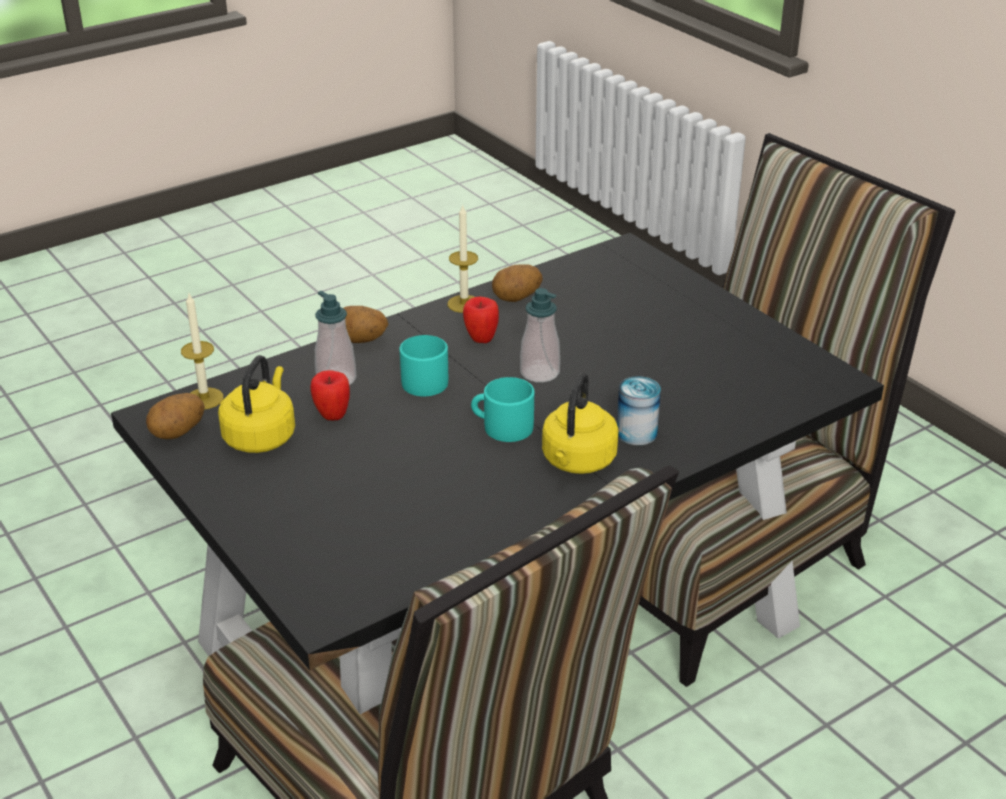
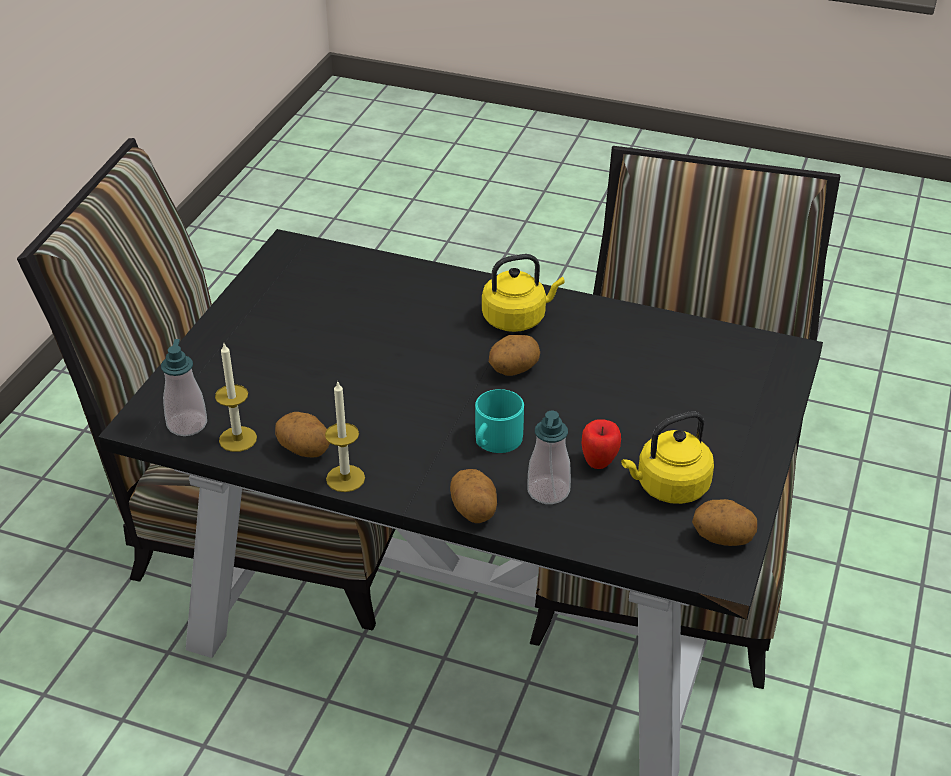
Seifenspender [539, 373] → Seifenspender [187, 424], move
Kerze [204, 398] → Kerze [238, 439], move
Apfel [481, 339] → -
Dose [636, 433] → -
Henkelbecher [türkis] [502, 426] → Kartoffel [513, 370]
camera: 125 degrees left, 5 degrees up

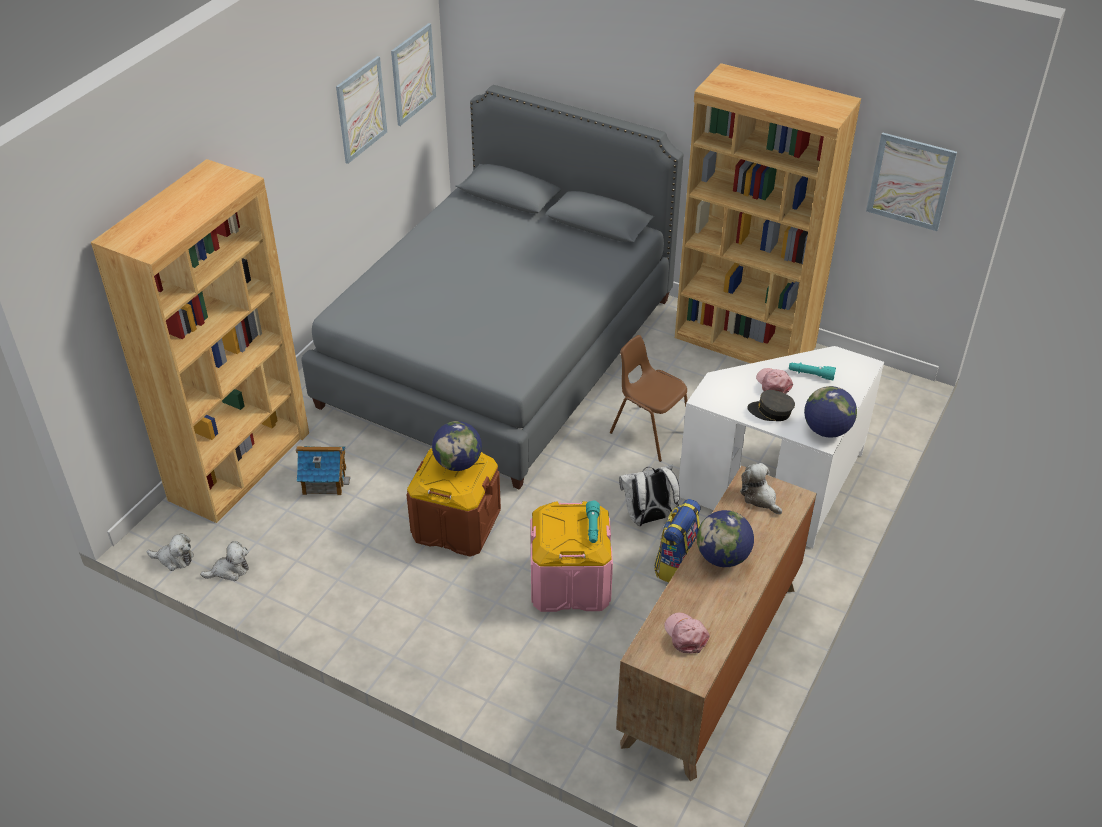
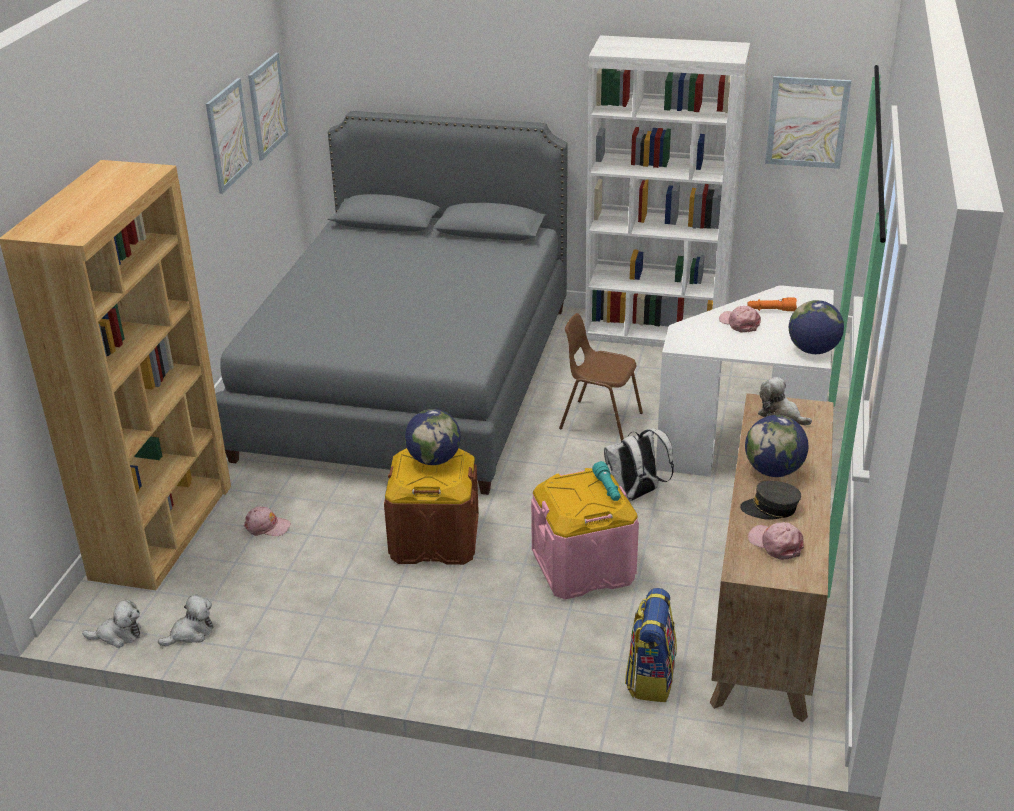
Bücherregal [braun] [744, 343] → Bücherregal [weiß] [656, 333]
Taschenlampe [türkis] [810, 374] → Taschenlampe [orange] [771, 310]
Kappe [grau] [770, 412] → Kappe [grau] [770, 508], move
Spielzeughaus [324, 480] → Kappe [rosa] [267, 526]
Rucksack [676, 564] → Rucksack [650, 678], move
camera: 15 degrees left, 10 degrees down

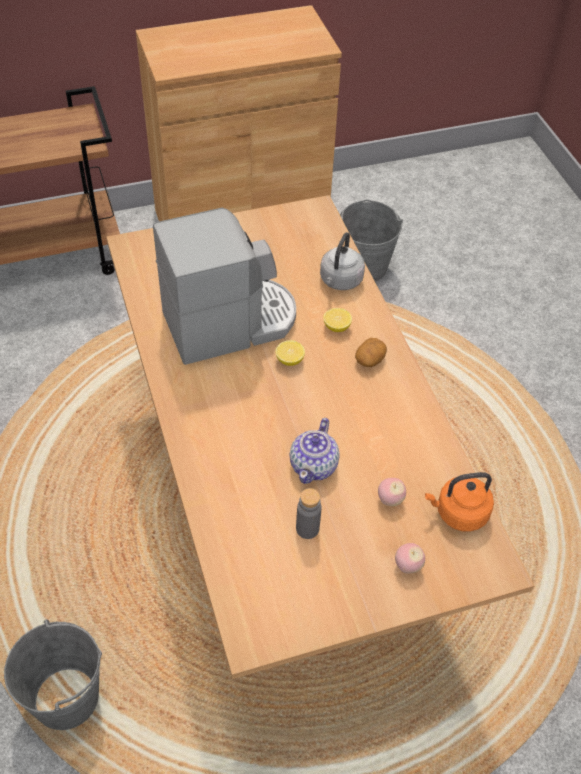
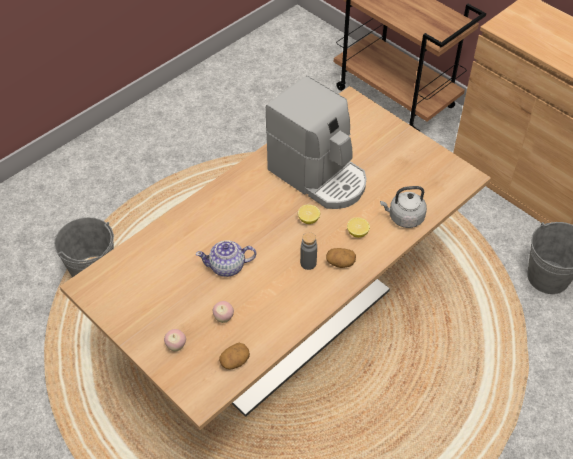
Wasserkessel [orange] [458, 513] → Kartoffel [235, 361]
Flasche [grau] [307, 529] → Flasche [grau] [308, 263], move
camera: 65 degrees right, 0 degrees up

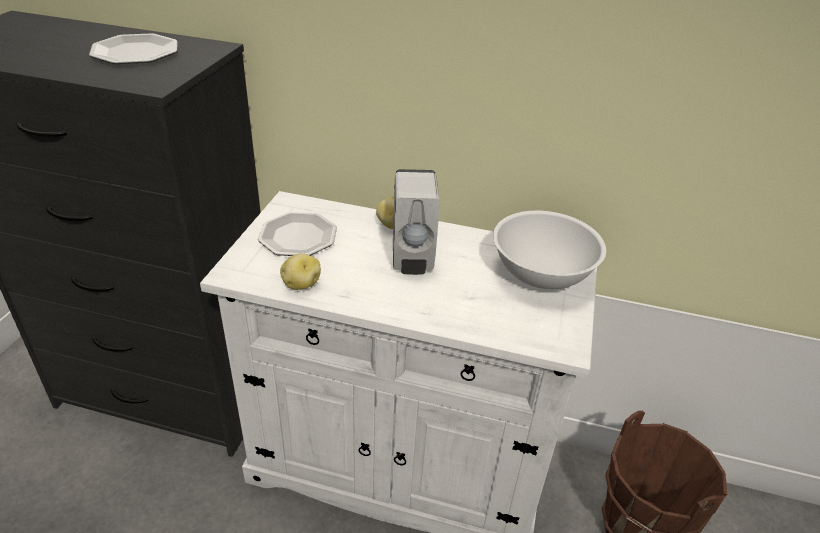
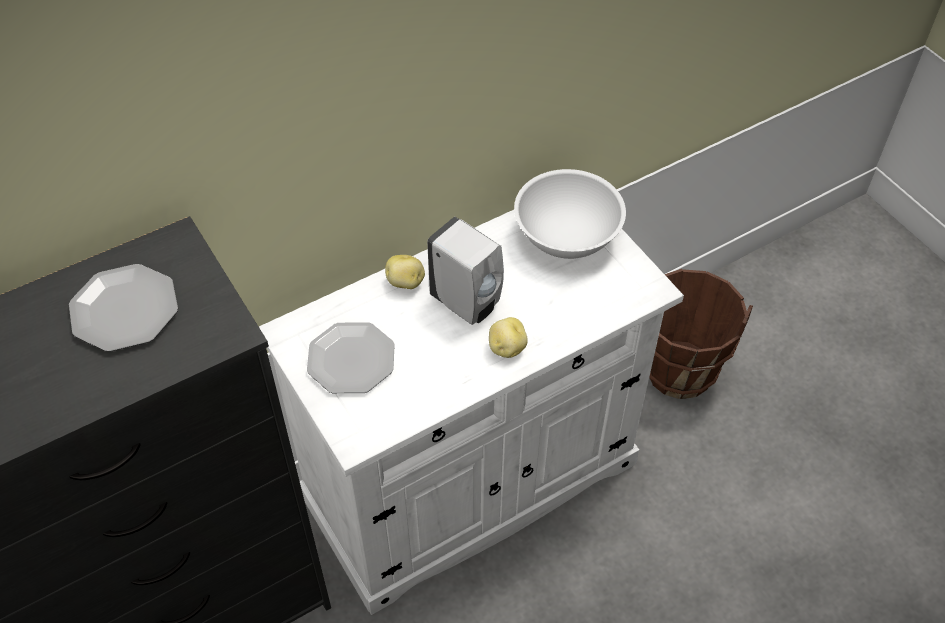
Kartoffel [301, 284] → Kartoffel [506, 348], move
camera: 45 degrees left, 15 degrees up

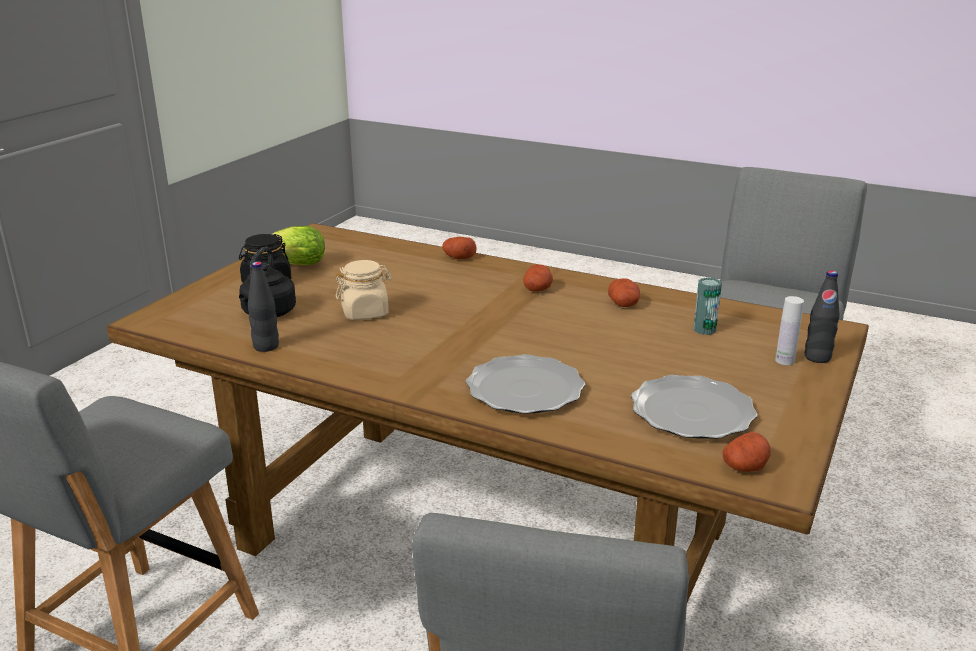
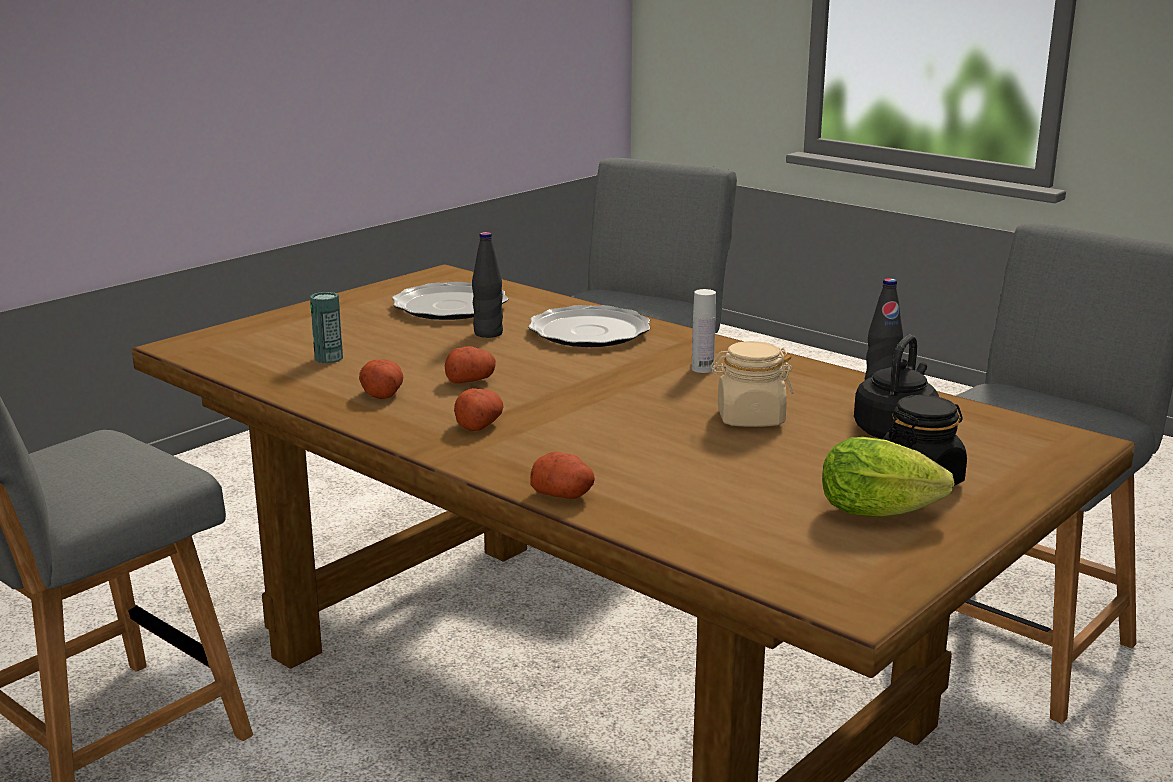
Flasche [schwarz] [817, 357] → Flasche [schwarz] [488, 333], move
Flasche [weiß] [784, 361] → Flasche [weiß] [702, 369], move
Kartoffel [745, 467] → Kartoffel [470, 380], move
camera: 165 degrees left, 5 degrees down

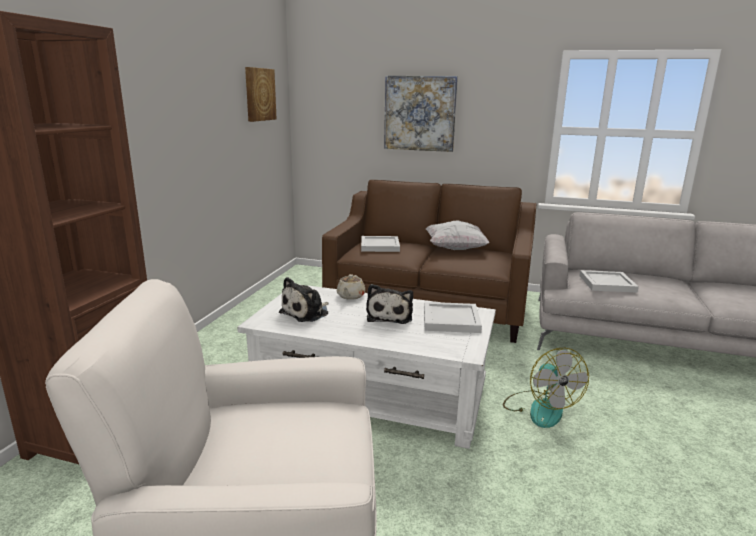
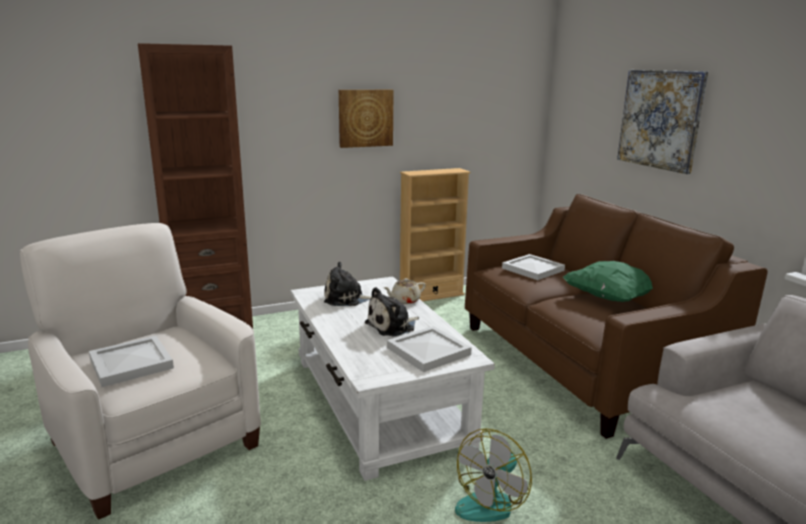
Bild [259, 94] → Bild [365, 118], move
Kissen [weiß] [455, 249] → Kissen [grün] [610, 298]
Tablett [weiß] [606, 283] → Tablett [weiß] [132, 363], move
- → Bücherregal [beige] [431, 295]
camera: 50 degrees right, 0 degrees up

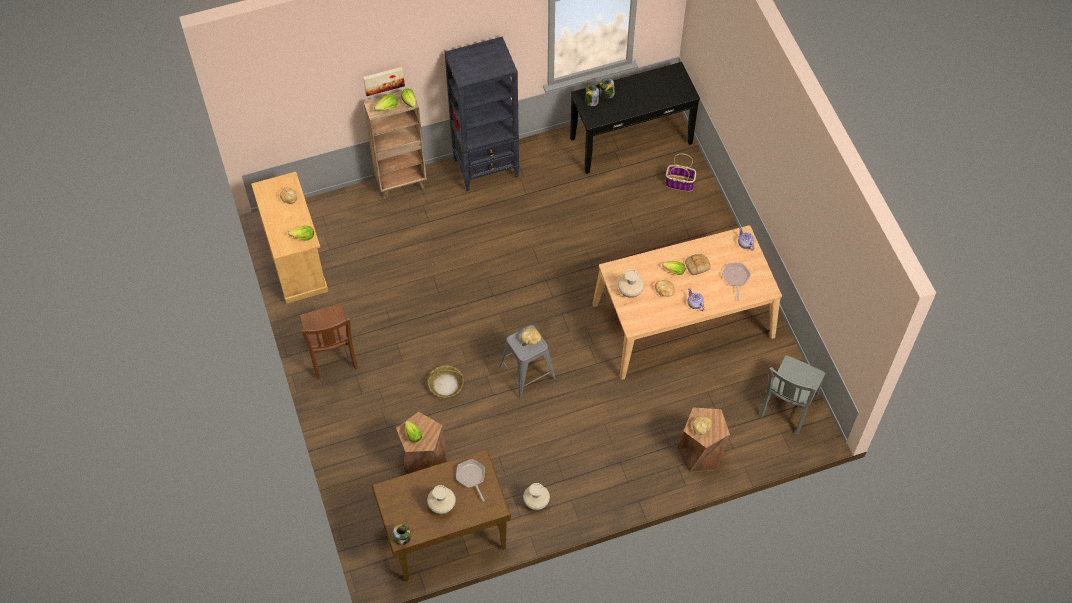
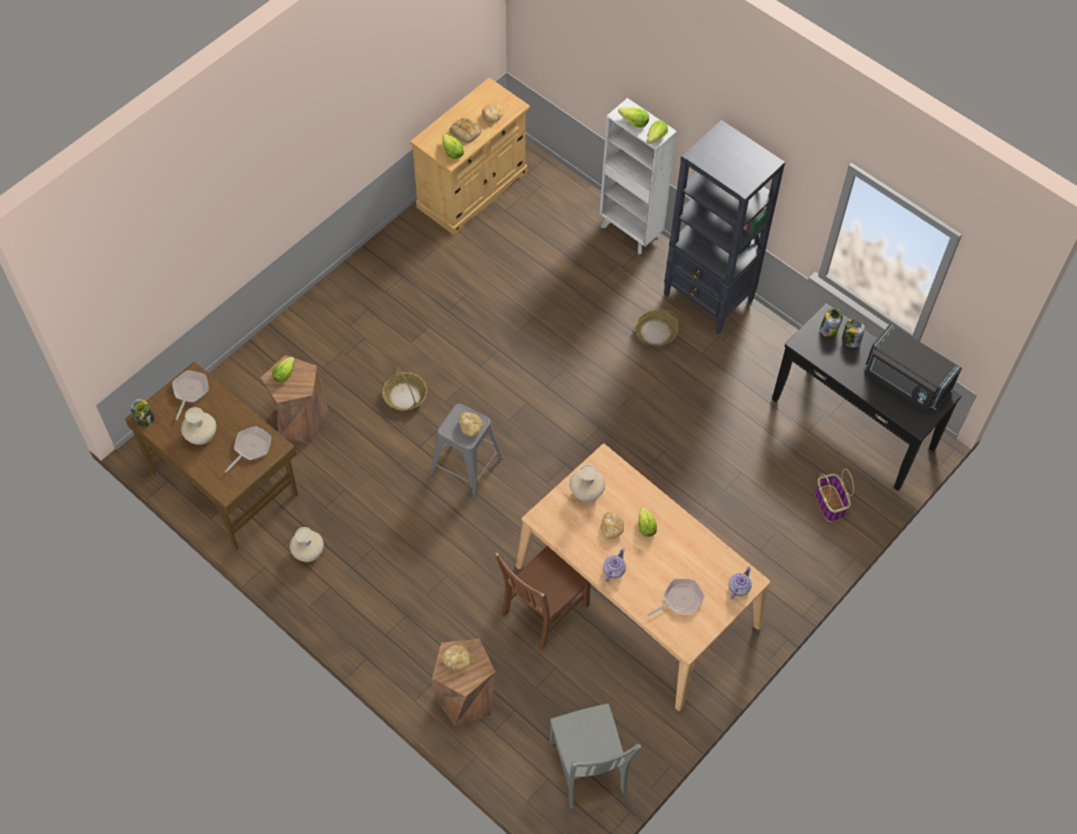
Bild [383, 80] → -
Bücherregal [braun] [402, 184] → Bücherregal [weiß] [630, 232]
Brot [697, 265] → Brot [466, 132], move
Stuhl [braun] [332, 354] → Stuhl [braun] [542, 611], move
Stuhl [grau] [787, 407] → Stuhl [grau] [588, 769], 105 degrees counterclockwise
- → Korb [655, 332]
- → Mikrowelle [schwarz] [905, 381]
- → Pfanne [190, 391]
camera: 60 degrees right, 0 degrees up

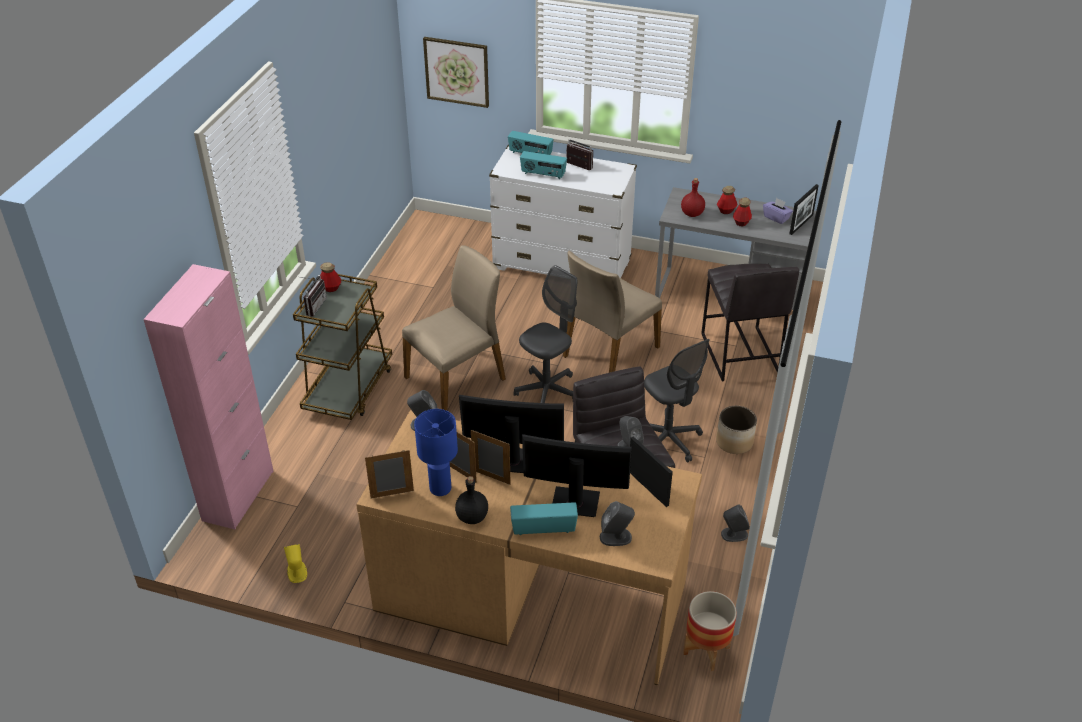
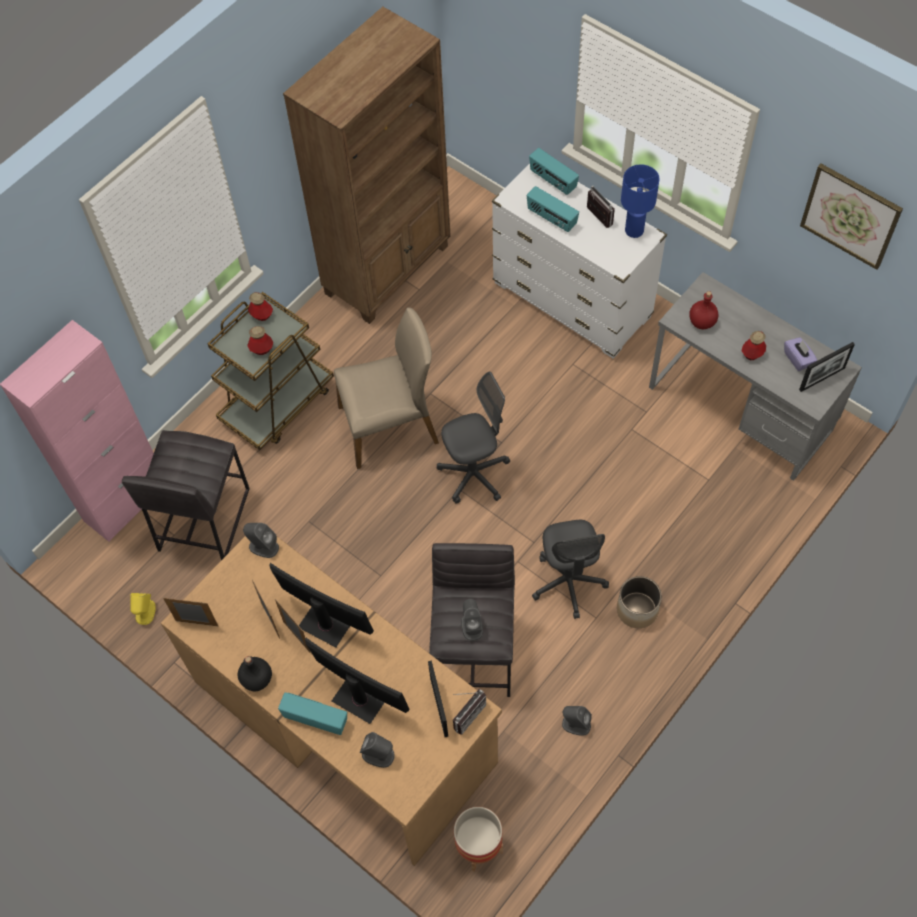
Bild [457, 71] → Bild [850, 215], move
Flasche [726, 211] → Flasche [261, 349], move
Stuhl [beige] [609, 351] → -
Hocker [grau] [739, 354] → Hocker [grau] [202, 520], move
Radio [313, 306] → Radio [466, 713], move
Tischlampe [blau] [439, 488] → Tischlampe [blau] [633, 230], move
- → Bücherregal [braun] [388, 269]
camera: 25 degrees right, 20 degrees up

